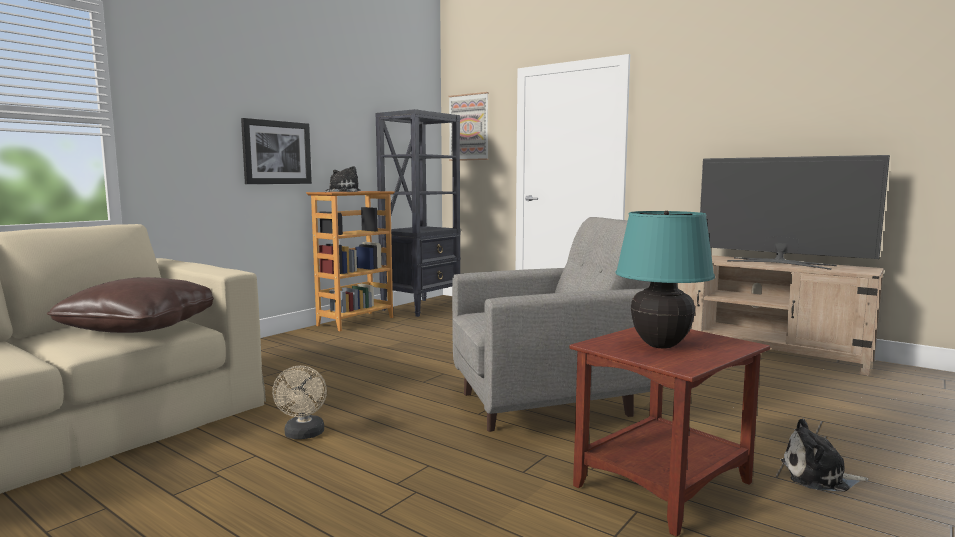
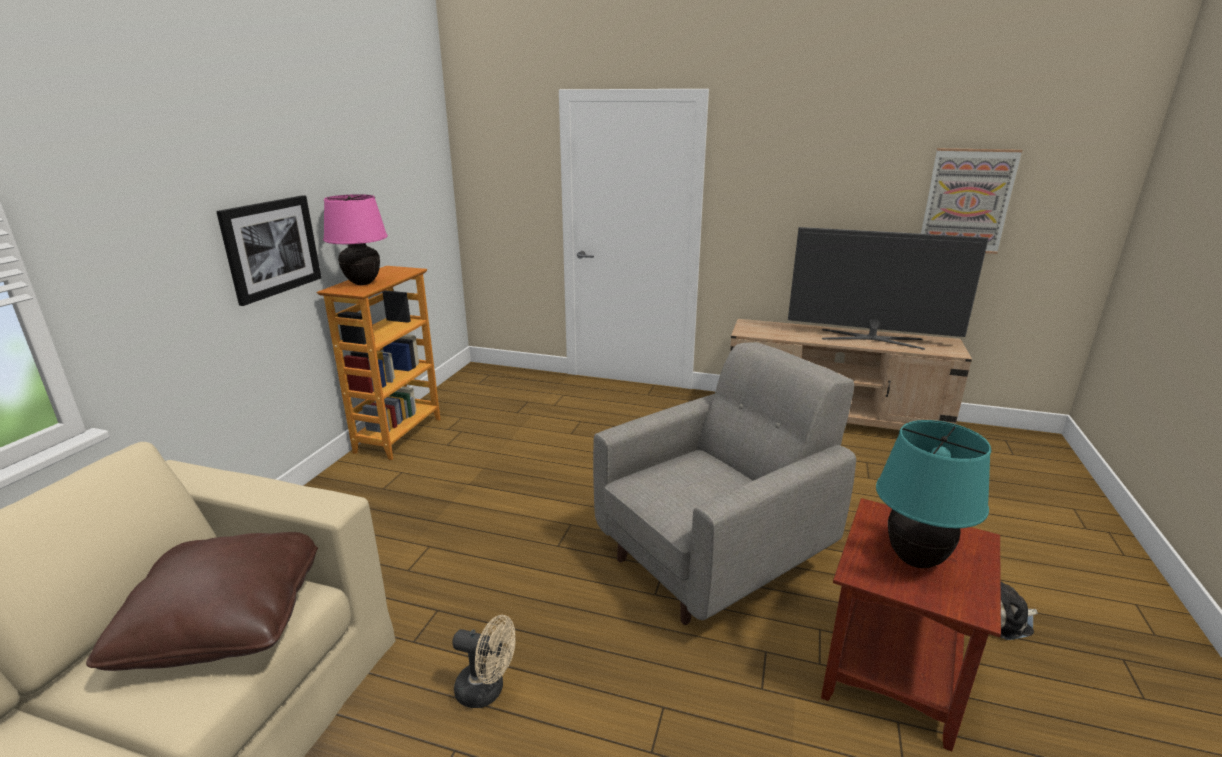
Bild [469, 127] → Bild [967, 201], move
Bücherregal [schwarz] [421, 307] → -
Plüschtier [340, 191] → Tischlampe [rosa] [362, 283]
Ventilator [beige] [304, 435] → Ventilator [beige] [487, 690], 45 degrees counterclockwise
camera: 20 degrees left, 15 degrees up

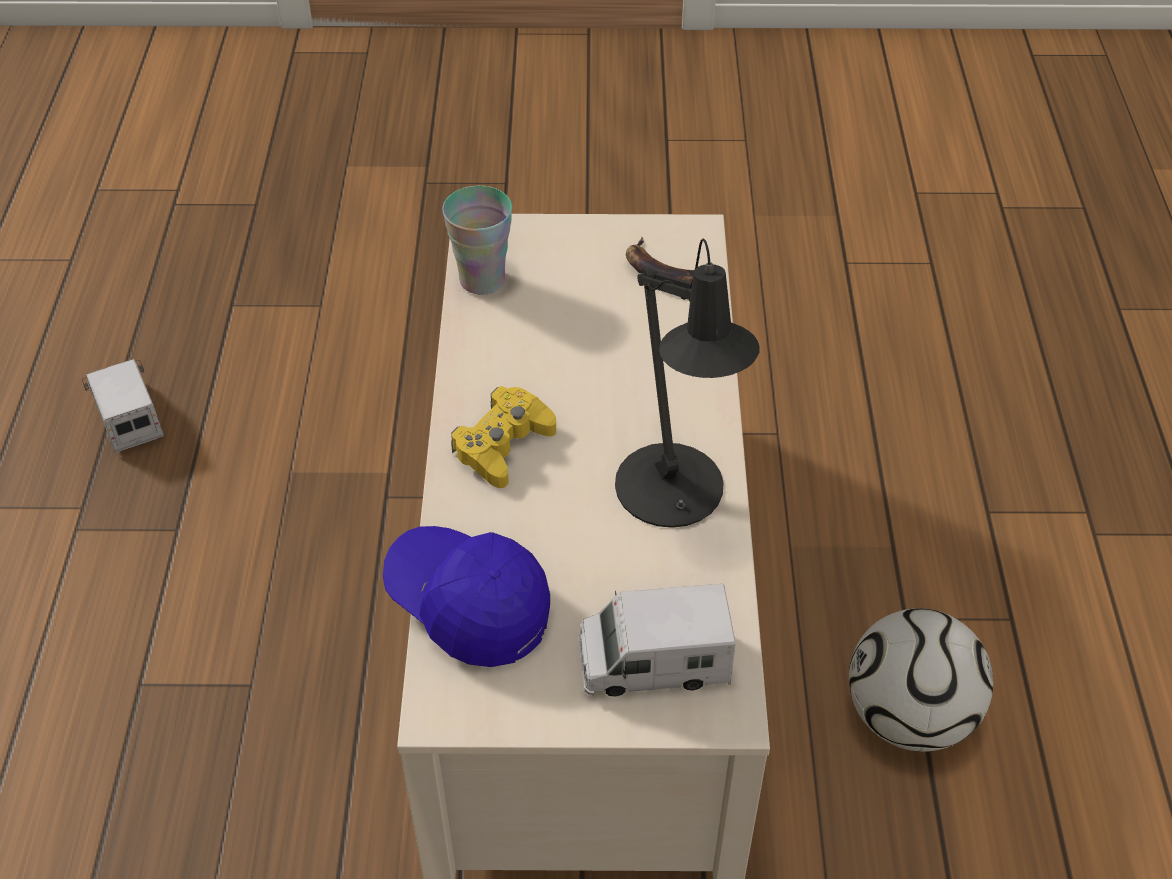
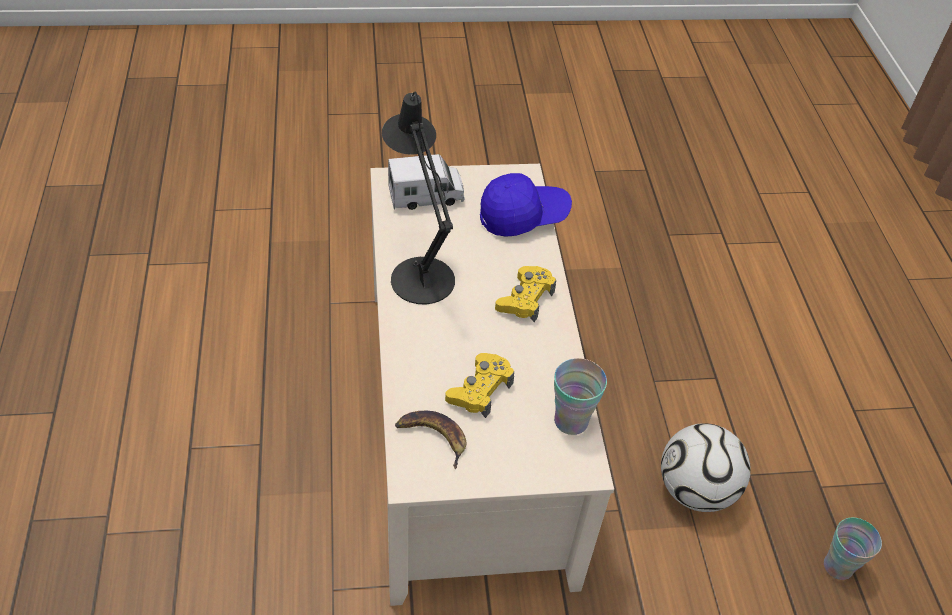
Spielzeuglaster [128, 415] → Tasse [838, 566]
Kappe [blau] [468, 605] → Kappe [blau] [523, 216], 45 degrees counterclockwise
Fußball [909, 717] → Fußball [695, 489], move
- → Gamepad [gelb] [480, 390]
camera: 170 degrees right, 0 degrees up

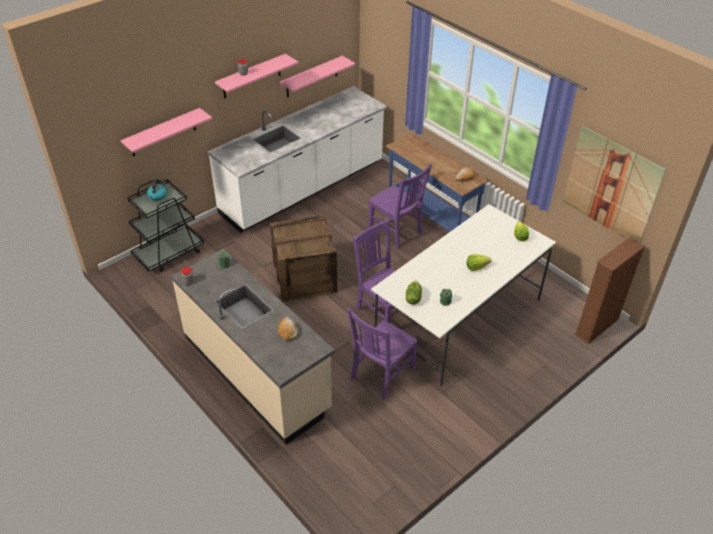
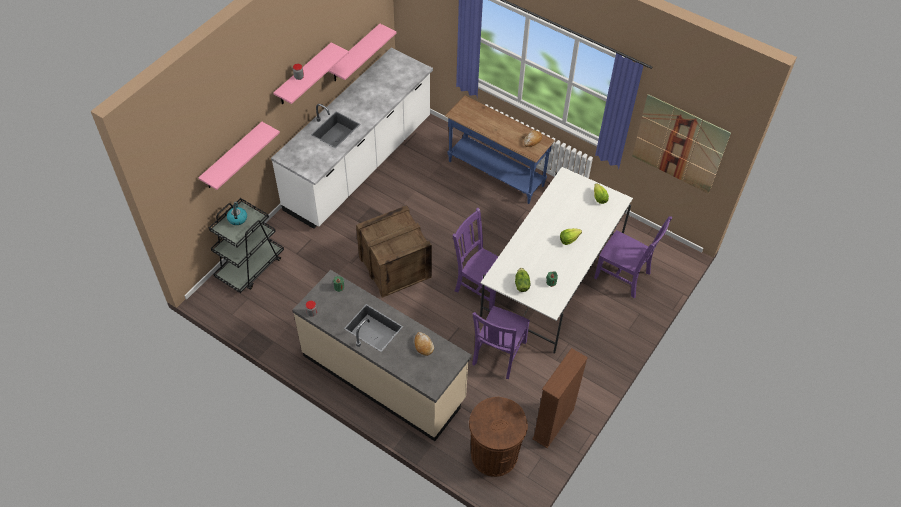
Stuhl [lila] [396, 231] → Stuhl [lila] [624, 276], move
Bücherregal [braun] [596, 327] → Bücherregal [braun] [553, 424], move
- → Mülleimer [braun] [494, 454]
camera: 15 degrees left, 10 degrees up

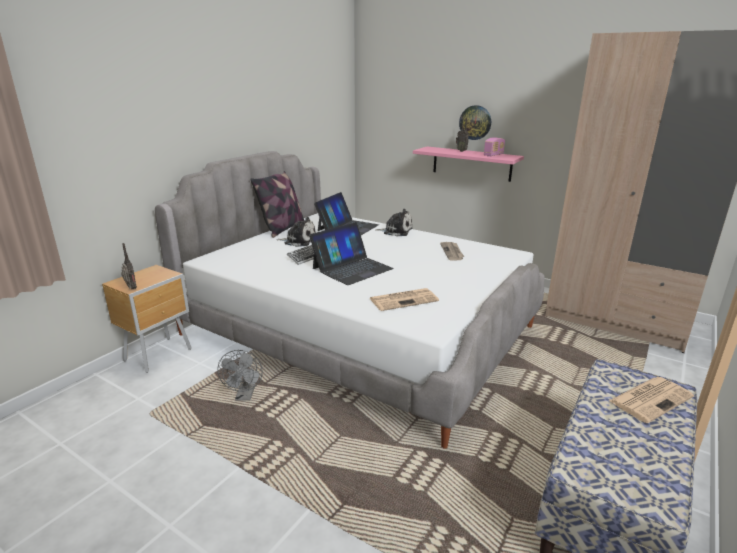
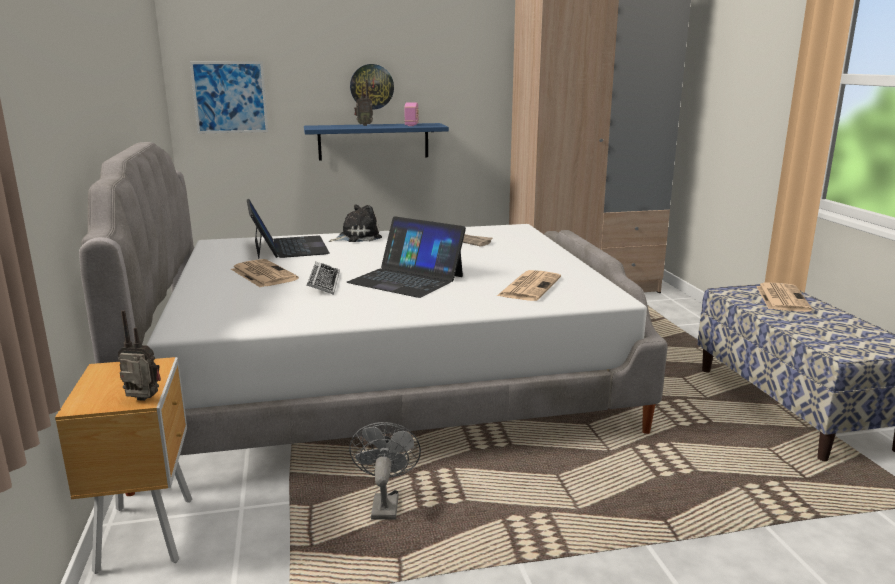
Wandregal [rosa] [471, 163] → Wandregal [blau] [373, 141]
Kissen [282, 228] → -
Plüschtier [299, 241] → Zeitung [262, 274]
Laptop [352, 268] → Laptop [406, 279], 120 degrees clockwise
Ventilator [grau] [245, 396] → Ventilator [grau] [385, 503], 135 degrees counterclockwise
- → Bild [230, 97]
camera: 45 degrees left, 5 degrees down

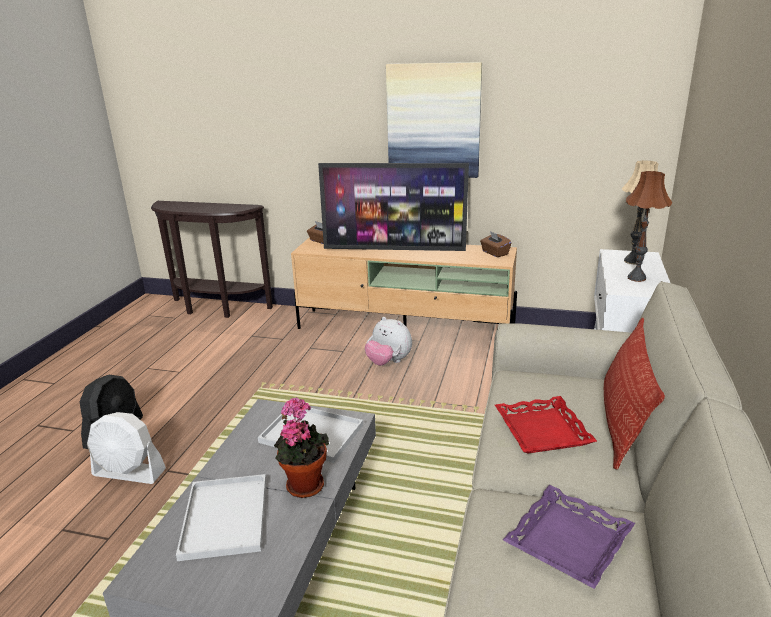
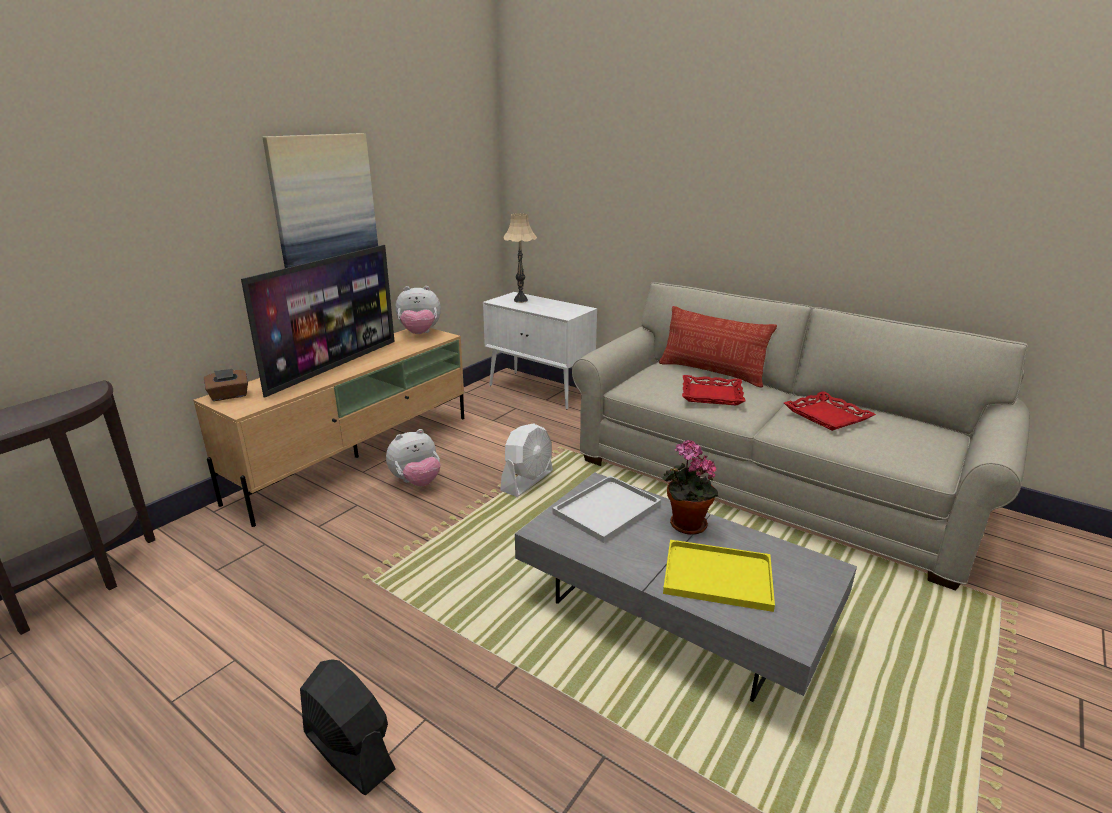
Tischlampe [braun] [637, 278] → -
Taschentuchbox [braun] [494, 253] → Plüschtier [419, 334]
Ventilator [weiß] [129, 472] → Ventilator [weiß] [527, 481], move
Tablett [weiß] [224, 515] → Tablett [gelb] [715, 576]
Tablett [lila] [567, 541] → Tablett [rot] [826, 416]
camera: 70 degrees left, 0 degrees up

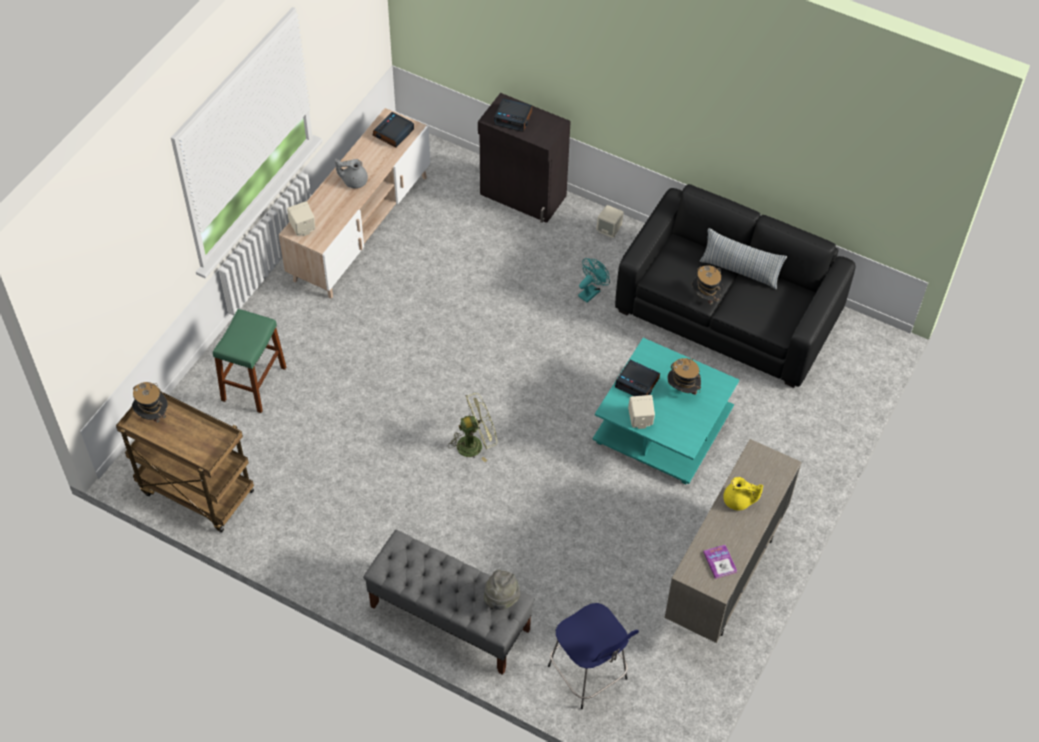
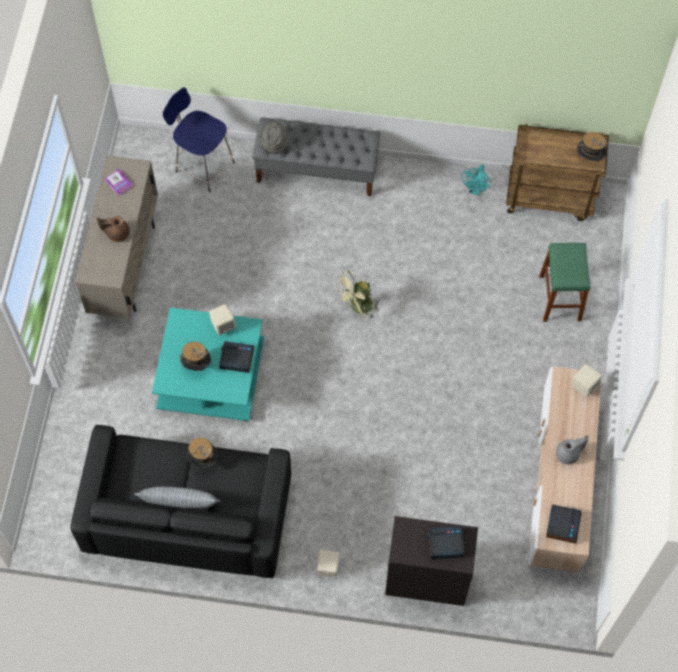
Ventilator [türkis] [591, 291] → Ventilator [türkis] [475, 190], move
Teekanne [gelb] [738, 501] → Teekanne [braun] [117, 233]
camera: 160 degrees right, 10 degrees up

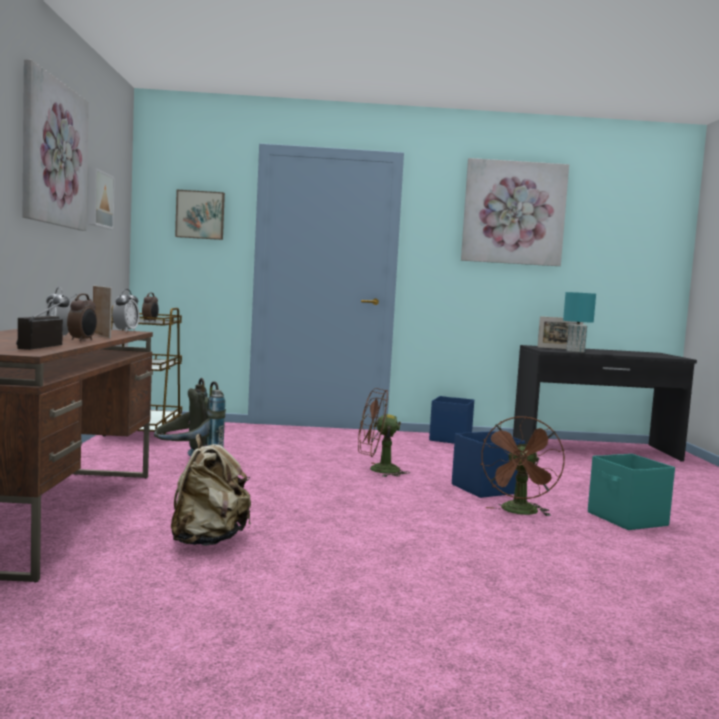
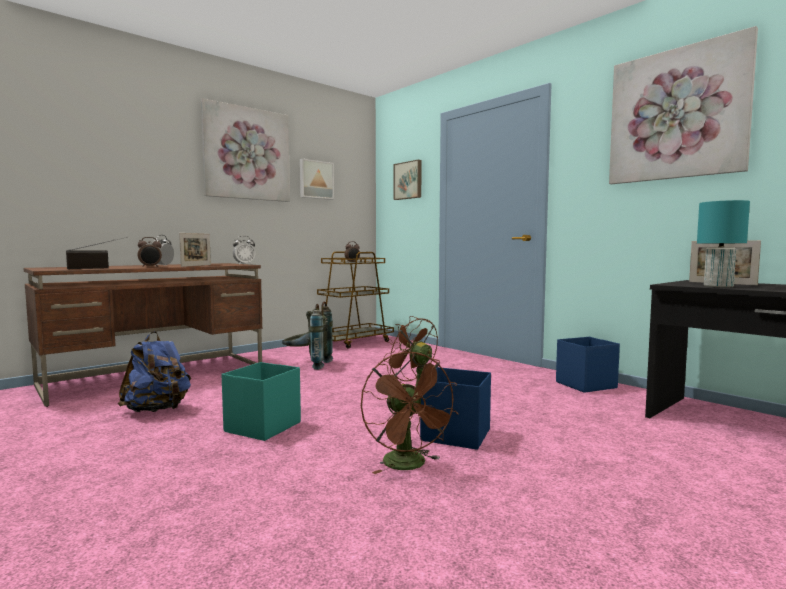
Ventilator [braun] [519, 512] → Ventilator [braun] [409, 466], 90 degrees counterclockwise
Rucksack [beige] [208, 540] → Rucksack [blau] [157, 410]
Aufbewahrungsbox [türkis] [627, 519] → Aufbewahrungsbox [türkis] [262, 427], move
camera: 50 degrees right, 0 degrees up

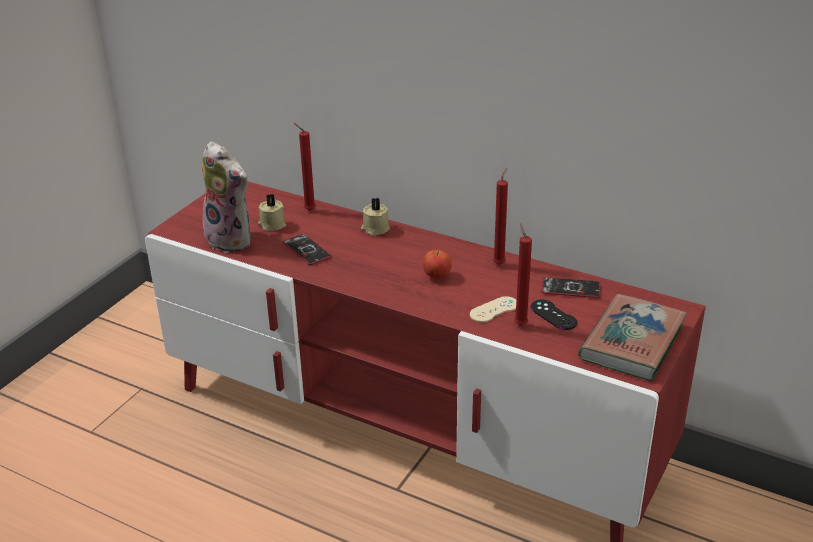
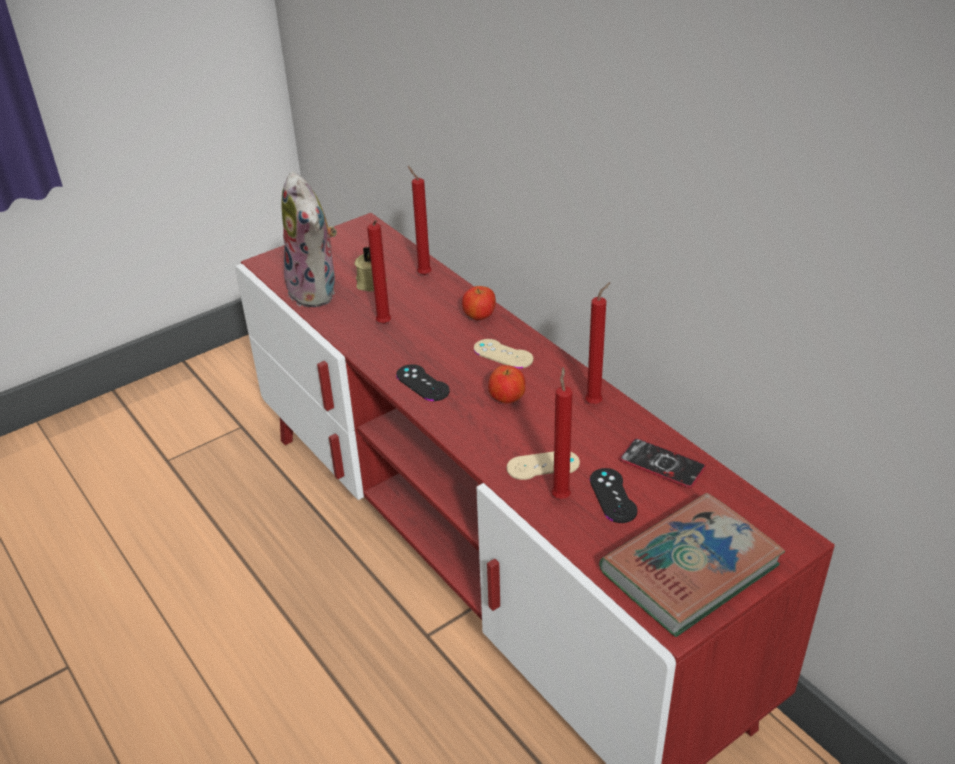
Kerze [beige] [375, 229] → Apfel [479, 317]
Handy [306, 250] → Kerze [rot] [384, 325]
- → Gamepad [beige] [503, 354]
- → Gamepad [schwarz] [422, 383]
camera: 25 degrees right, 5 degrees up

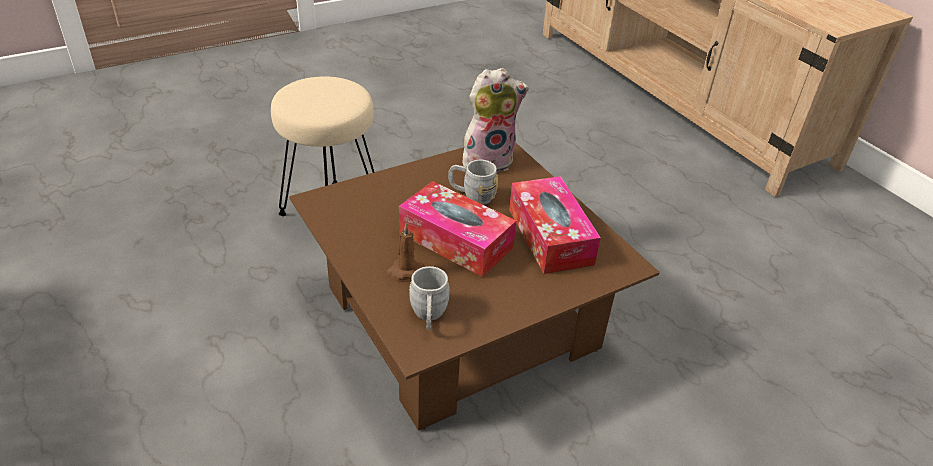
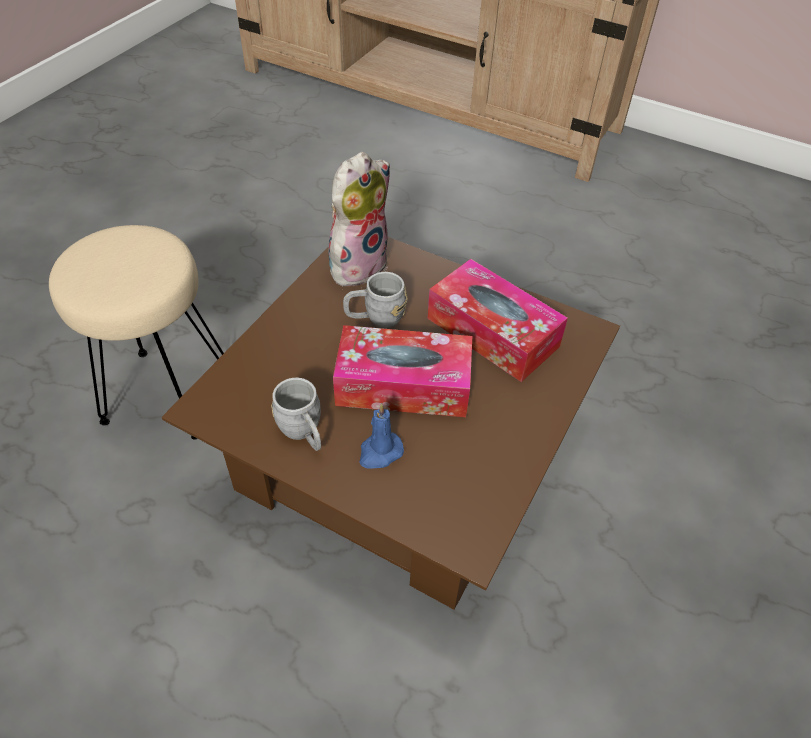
Kerze [braun] [404, 271] → Kerze [blau] [379, 452]
Henkelbecher [grau] [428, 316] → Henkelbecher [grau] [304, 433], move
camera: 30 degrees left, 10 degrees up

